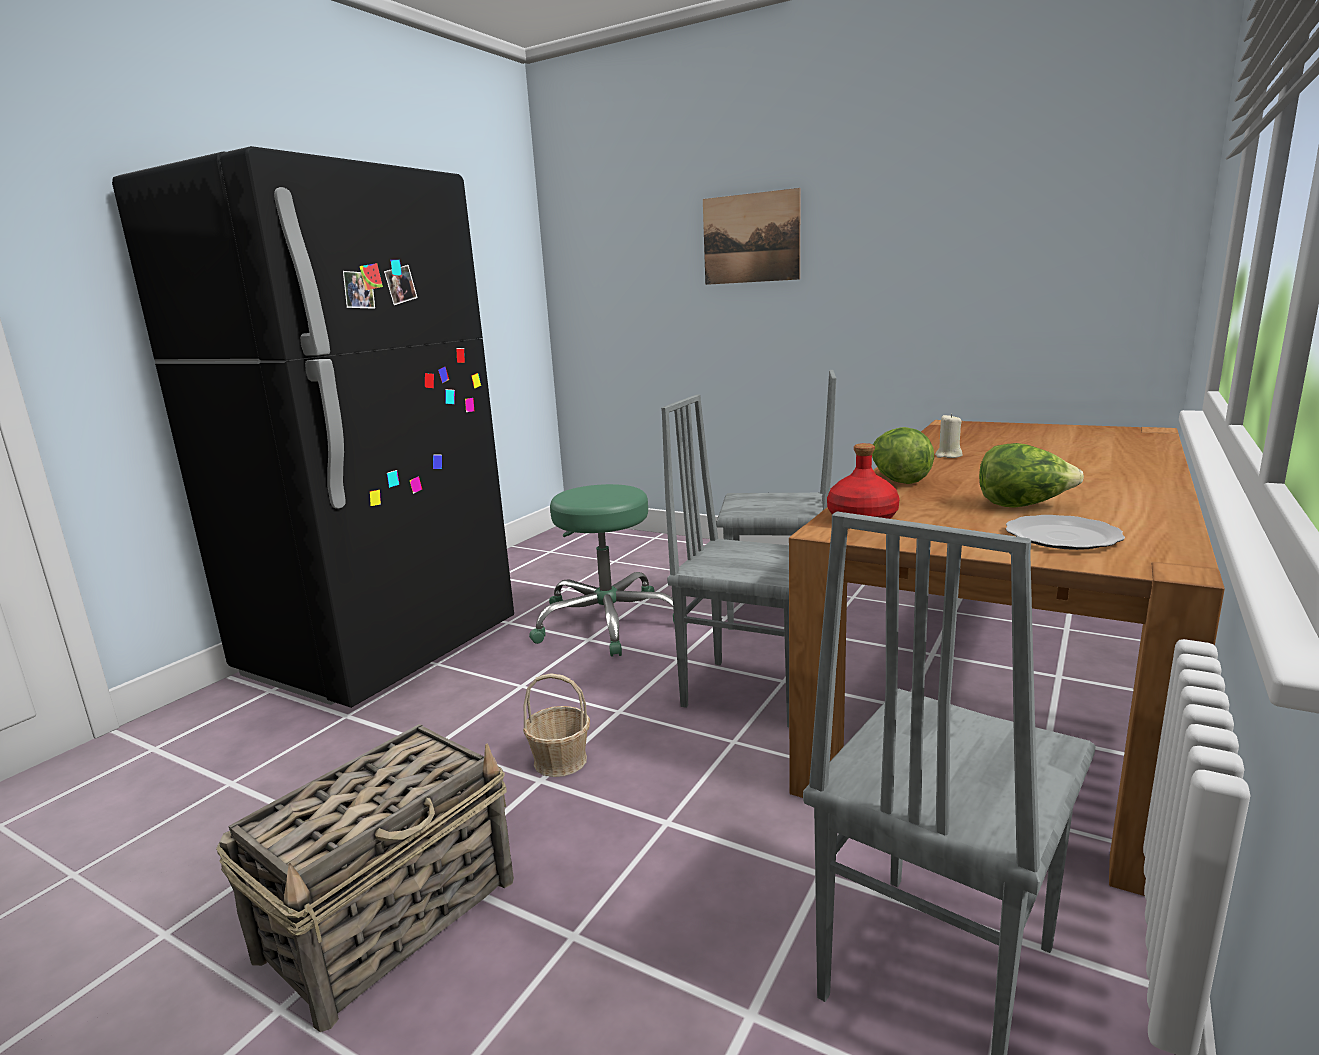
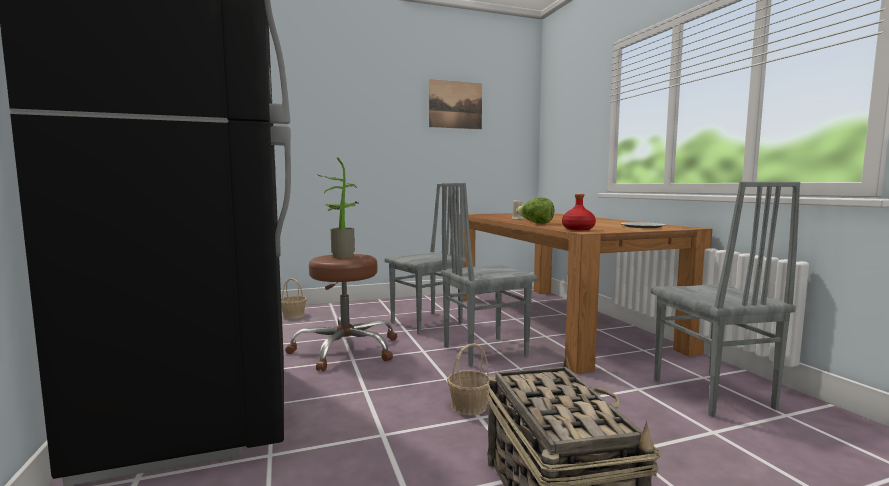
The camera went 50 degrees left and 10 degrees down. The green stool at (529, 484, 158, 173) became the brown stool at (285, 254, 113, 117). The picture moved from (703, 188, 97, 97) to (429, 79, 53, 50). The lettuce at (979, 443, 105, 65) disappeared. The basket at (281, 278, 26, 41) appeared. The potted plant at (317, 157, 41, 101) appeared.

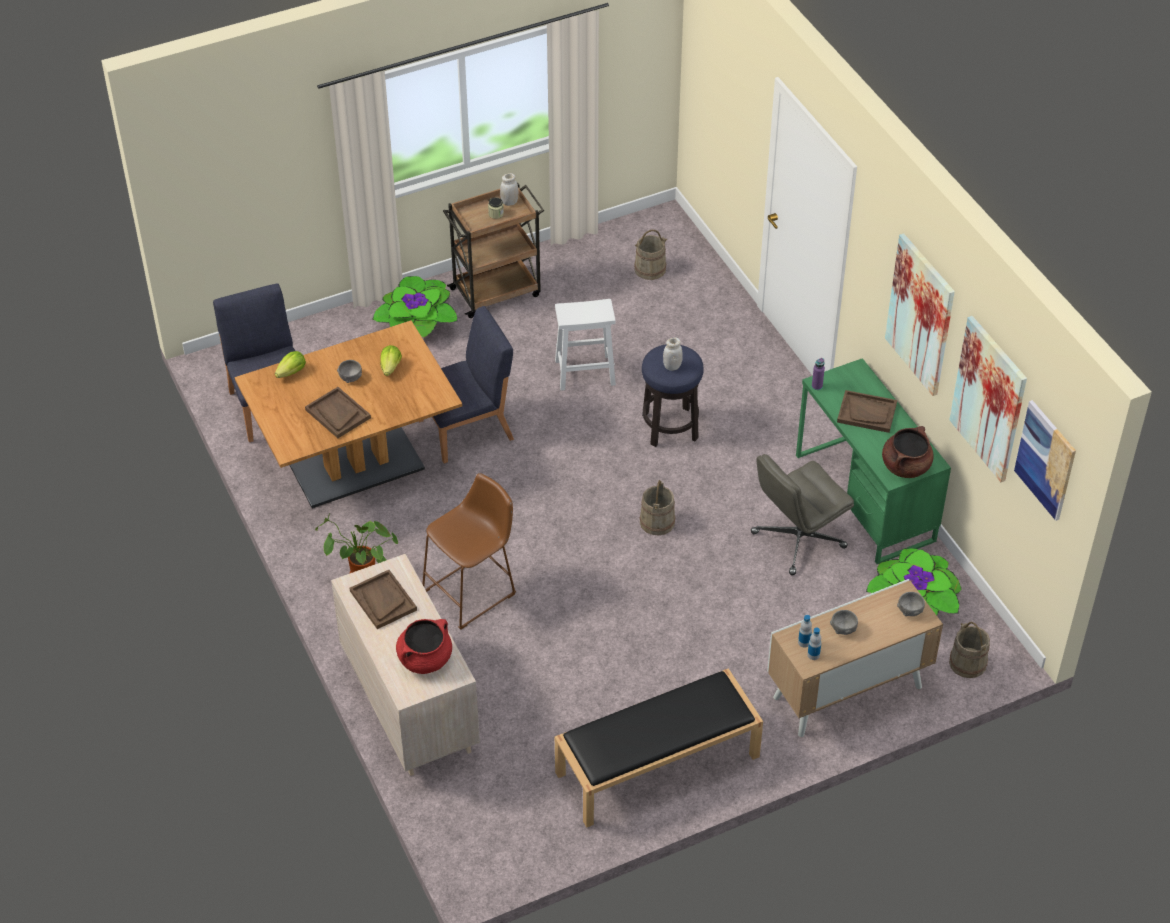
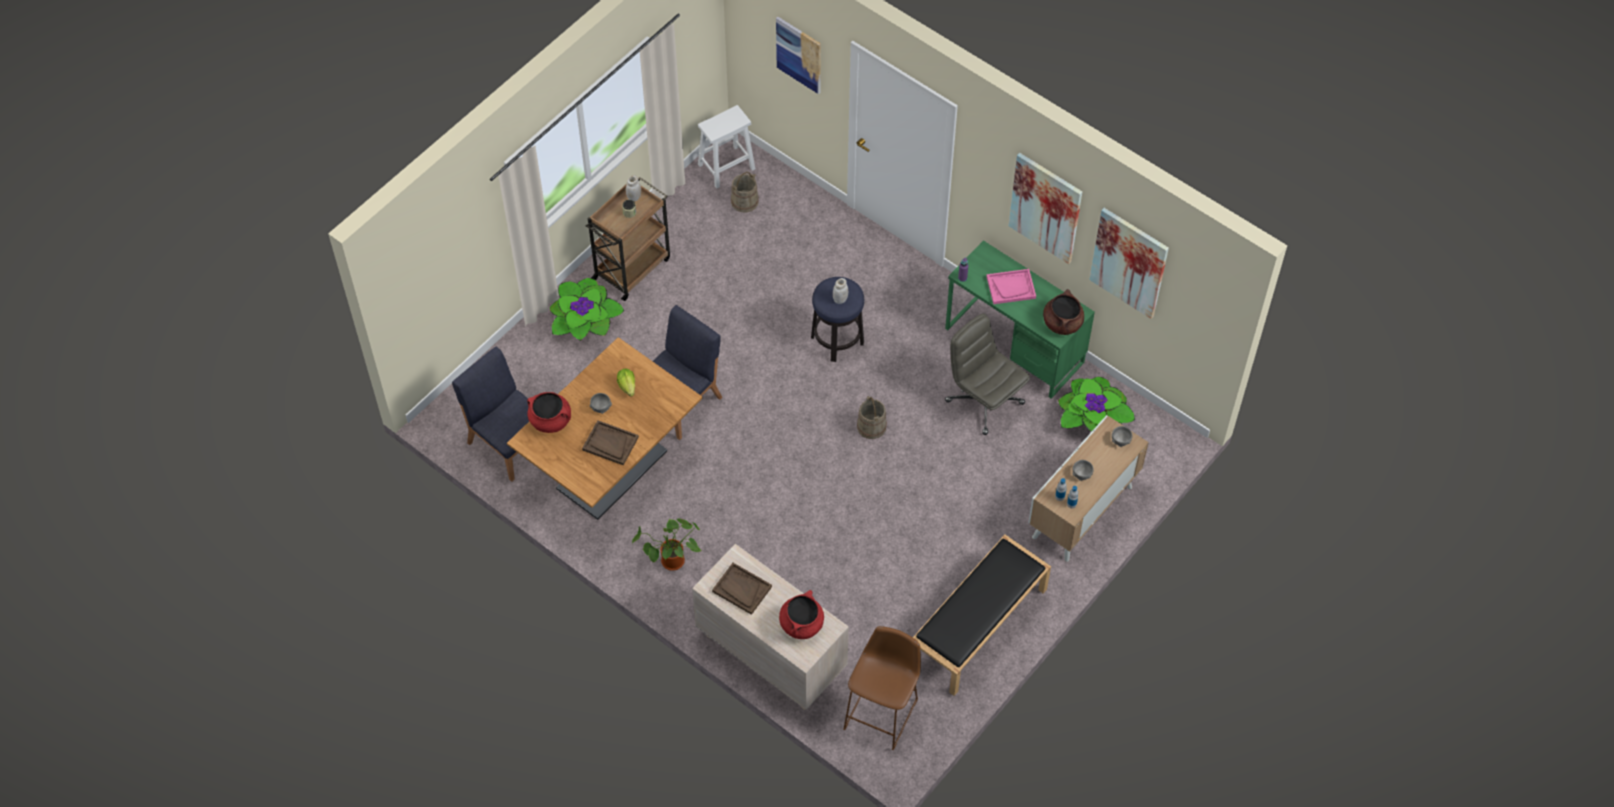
The camera went 25 degrees left and 10 degrees up. The lettuce at (275, 351, 31, 27) was replaced by the red cooking pot at (527, 392, 44, 41). The brown stool moved from (422, 473, 94, 157) to (843, 626, 78, 124). The white stool moved from (555, 299, 61, 92) to (698, 105, 57, 84). The grey office chair at (751, 454, 103, 121) turned 105 degrees clockwise. The brown tray at (837, 390, 60, 43) became the pink tray at (987, 269, 49, 35). The beige bucket at (949, 622, 41, 56) disappeared. The picture moved from (1014, 400, 62, 121) to (776, 17, 45, 77).

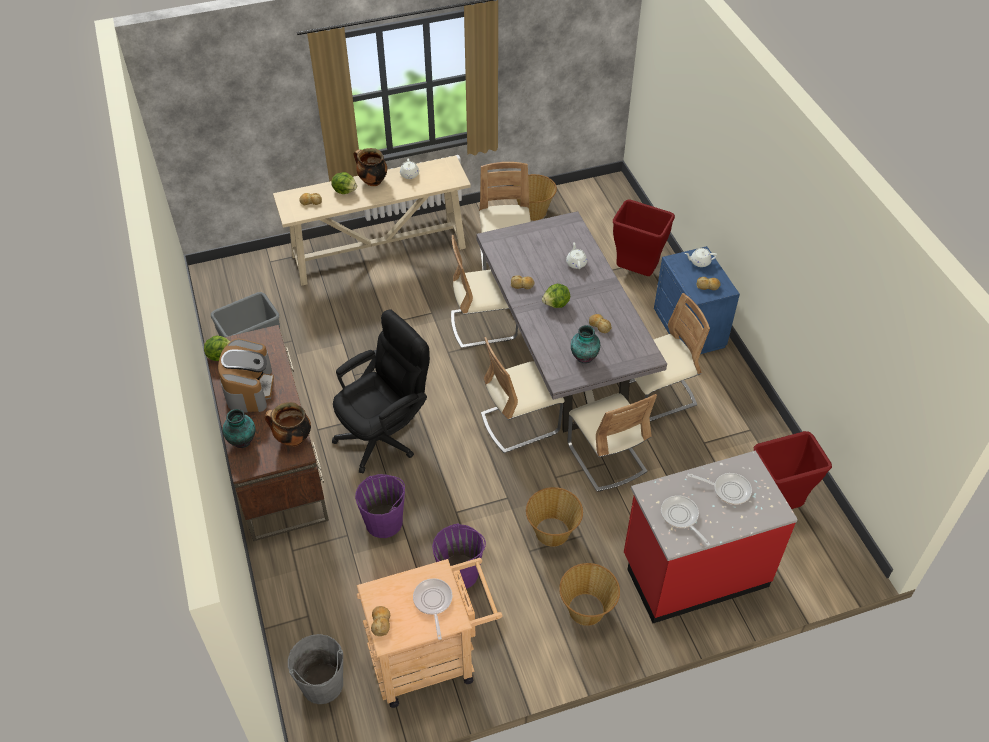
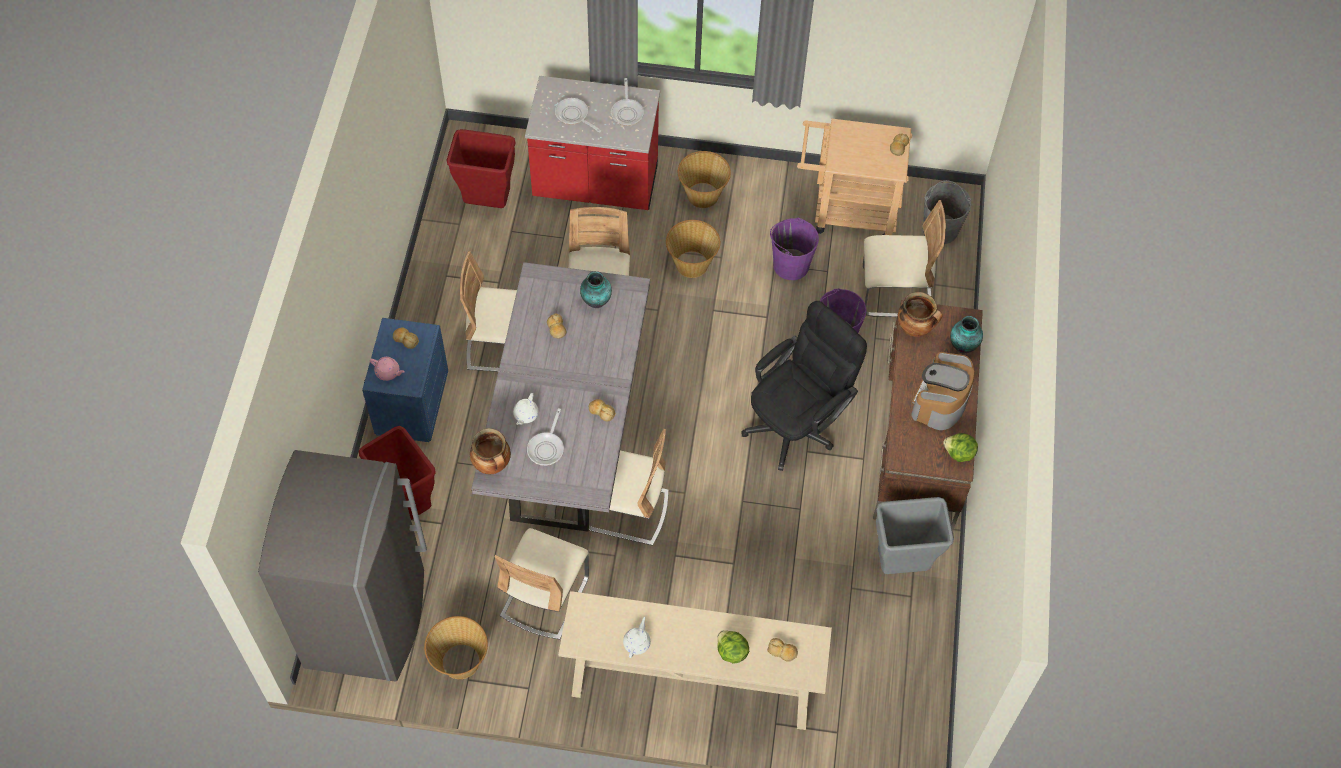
The camera went 155 degrees left and 10 degrees up. The black office chair at (332, 310, 98, 164) turned 150 degrees clockwise. The cooking pot moved from (354, 148, 33, 38) to (470, 428, 41, 47). The frying pan moved from (413, 578, 39, 62) to (527, 408, 37, 58). The beige chair moved from (481, 337, 84, 116) to (863, 200, 83, 117). The lettuce at (542, 284, 28, 24) disappeared. The white teapot at (685, 248, 32, 19) became the pink teapot at (370, 357, 35, 24). The grey fridge at (258, 450, 169, 232) appeared.

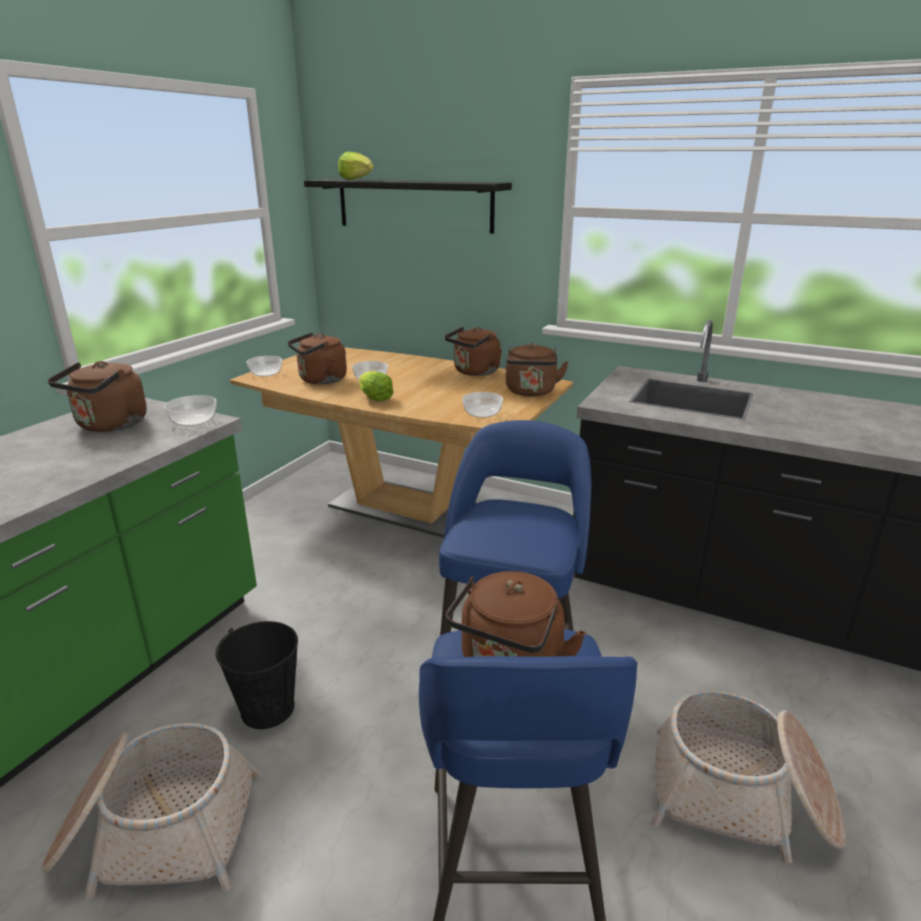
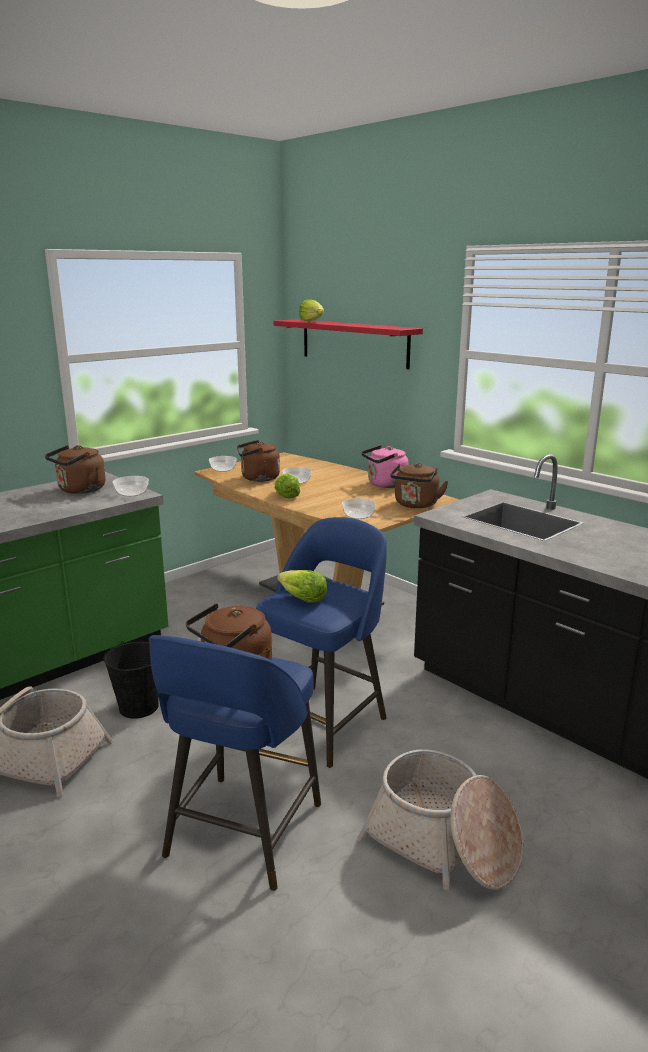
The camera went 20 degrees right and 5 degrees down. The black shelf at (304, 179, 208, 55) became the red shelf at (274, 319, 149, 50). The brown kettle at (445, 326, 57, 50) became the pink kettle at (361, 445, 48, 43). The lettuce at (277, 570, 50, 33) appeared.

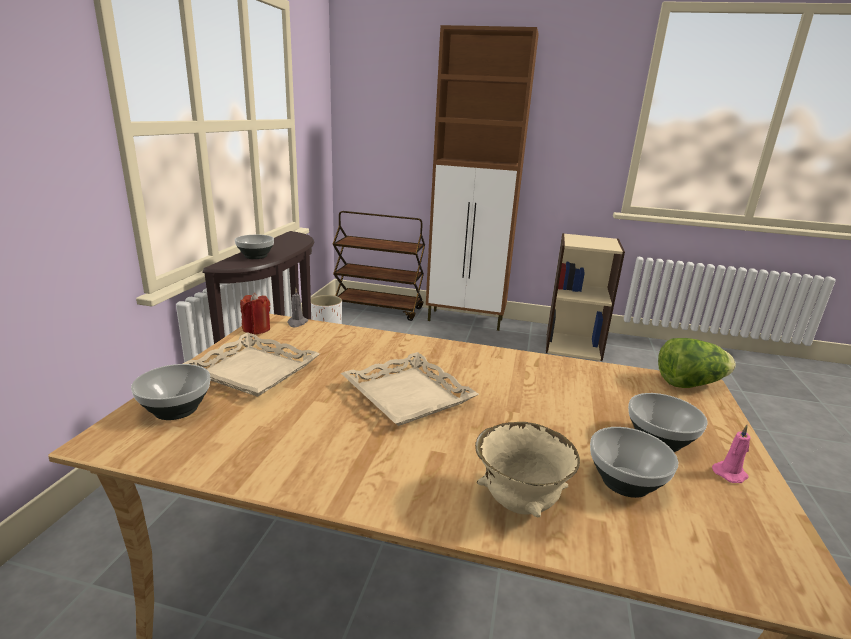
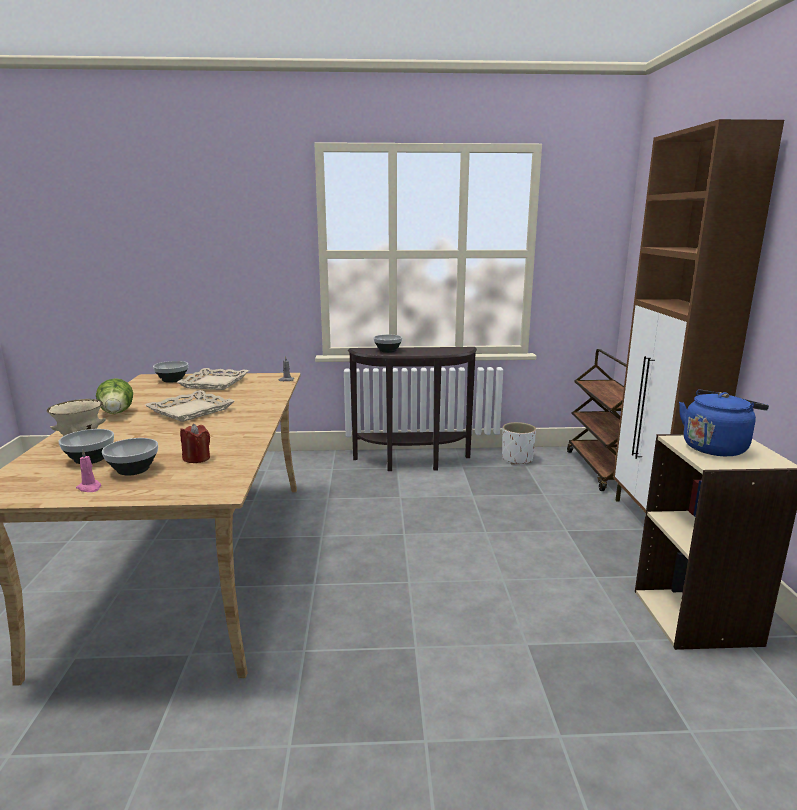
The camera went 75 degrees right and 5 degrees down. The red candle moved from (240, 293, 30, 41) to (180, 424, 30, 39). The lettuce moved from (658, 338, 78, 50) to (96, 378, 37, 36). The blue kettle at (679, 389, 90, 67) appeared.

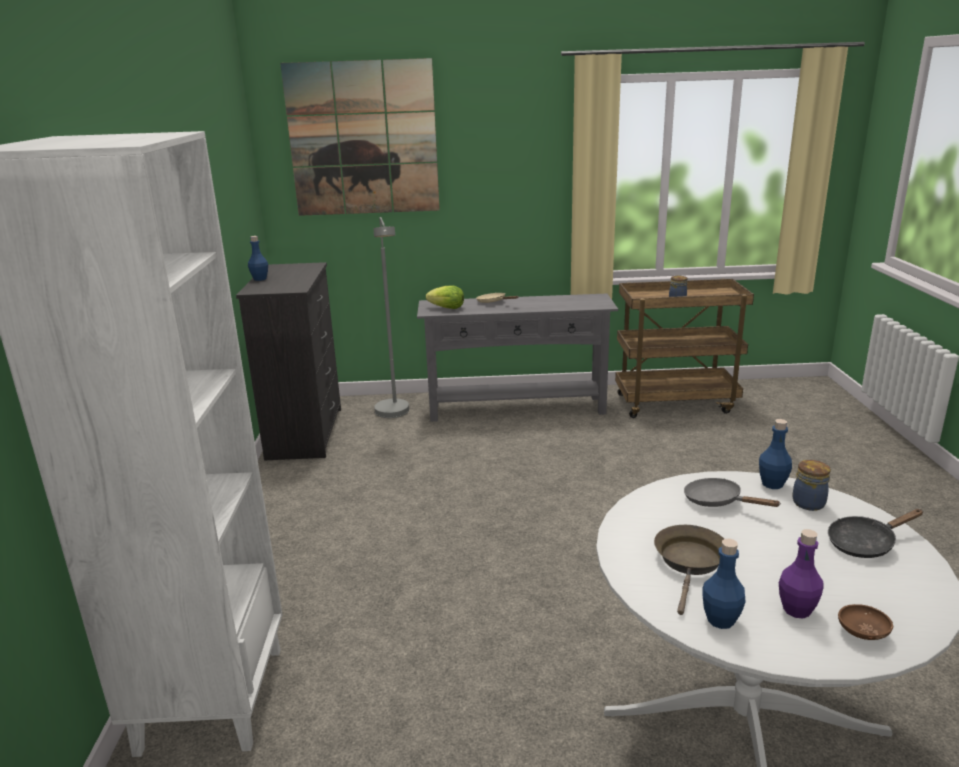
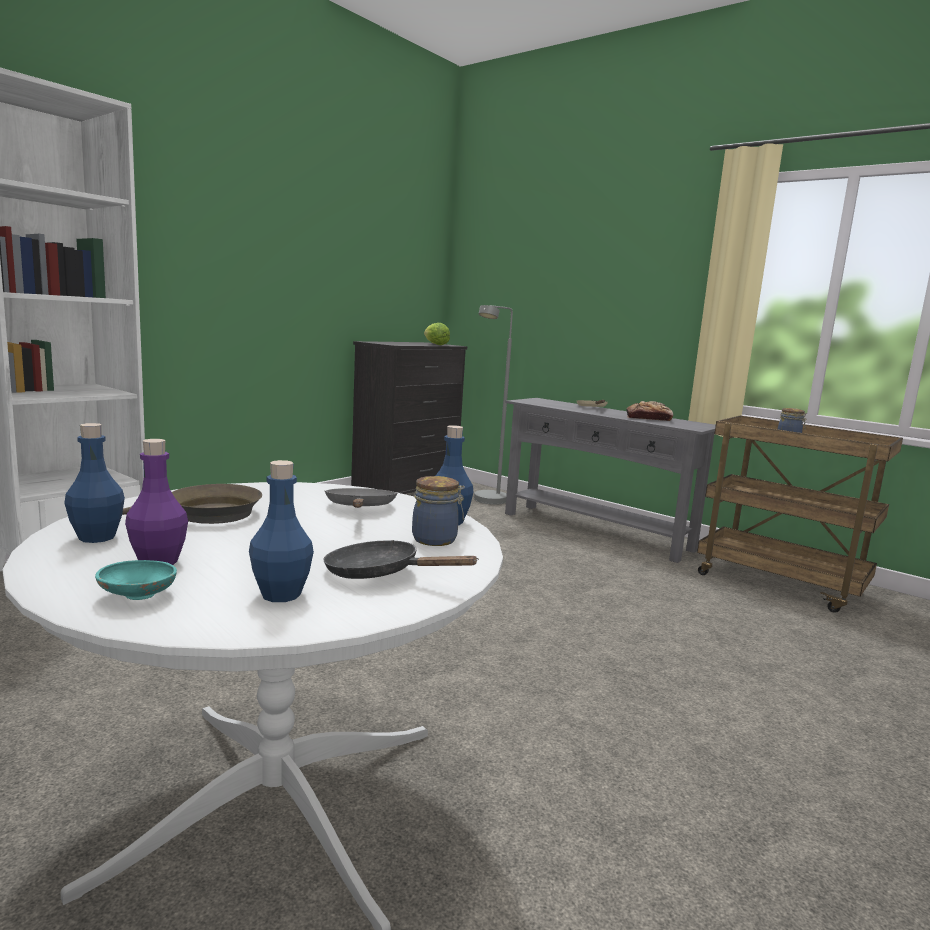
The camera went 40 degrees right and 10 degrees down. The blue bottle moved from (248, 236, 20, 45) to (249, 460, 65, 142). The picture at (280, 58, 160, 158) disappeared. The lettuce moved from (426, 286, 38, 23) to (424, 323, 26, 22). The brown bowl at (838, 604, 55, 36) became the turquoise bowl at (95, 560, 82, 40). The bread at (627, 401, 46, 20) appeared.

